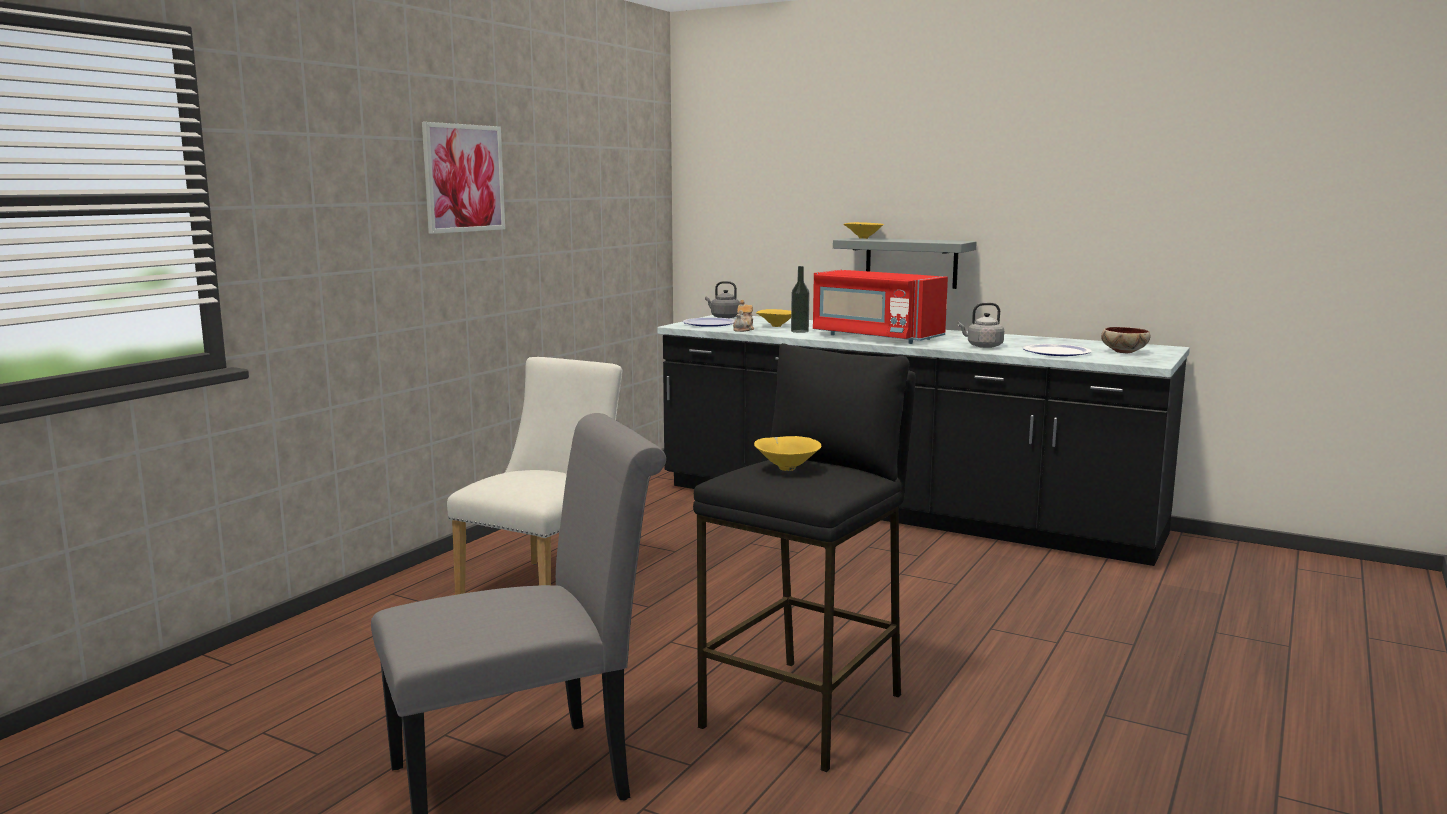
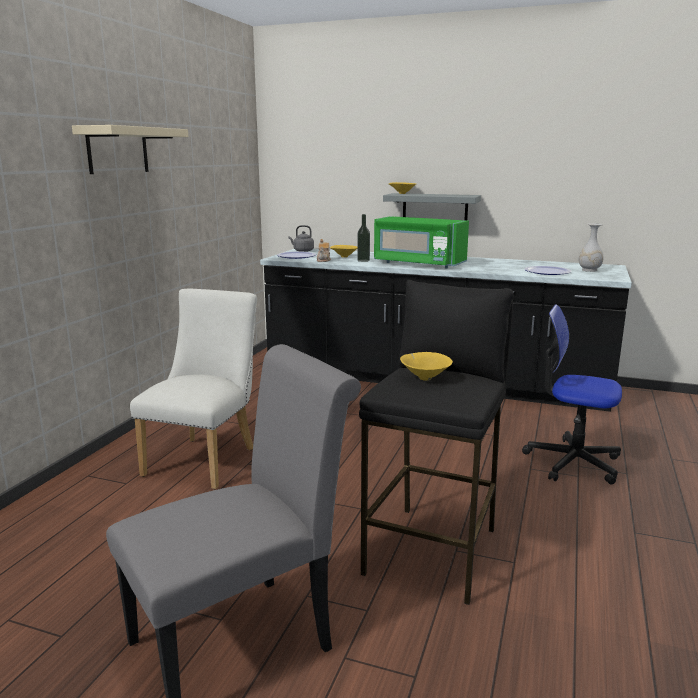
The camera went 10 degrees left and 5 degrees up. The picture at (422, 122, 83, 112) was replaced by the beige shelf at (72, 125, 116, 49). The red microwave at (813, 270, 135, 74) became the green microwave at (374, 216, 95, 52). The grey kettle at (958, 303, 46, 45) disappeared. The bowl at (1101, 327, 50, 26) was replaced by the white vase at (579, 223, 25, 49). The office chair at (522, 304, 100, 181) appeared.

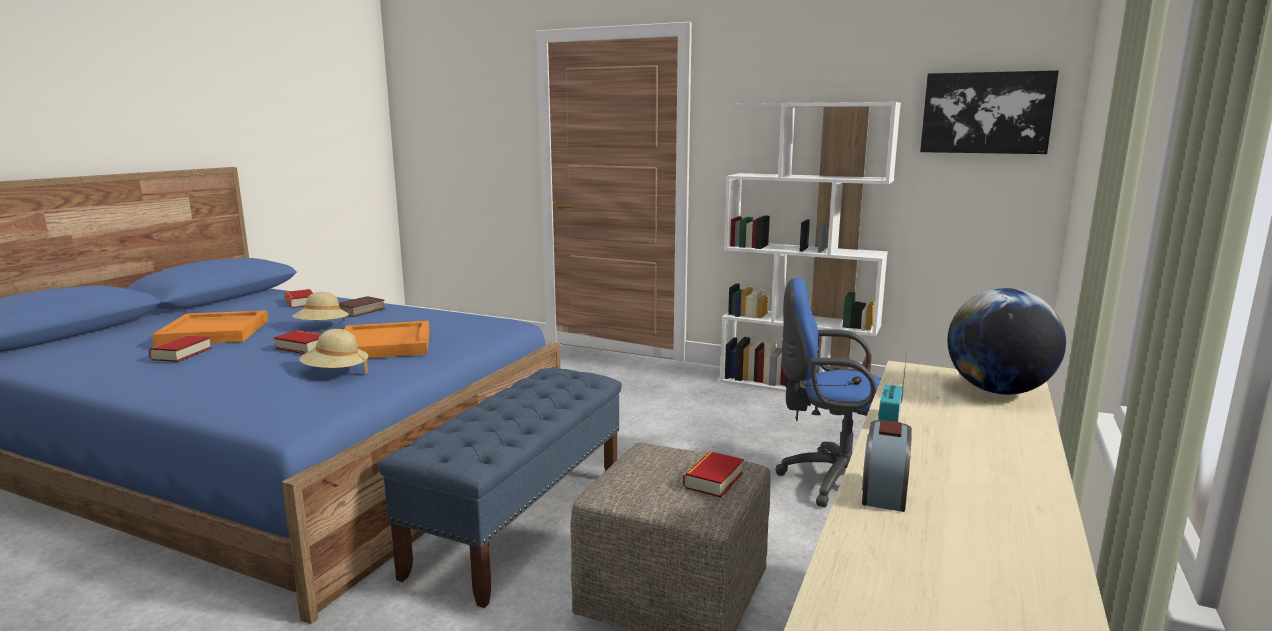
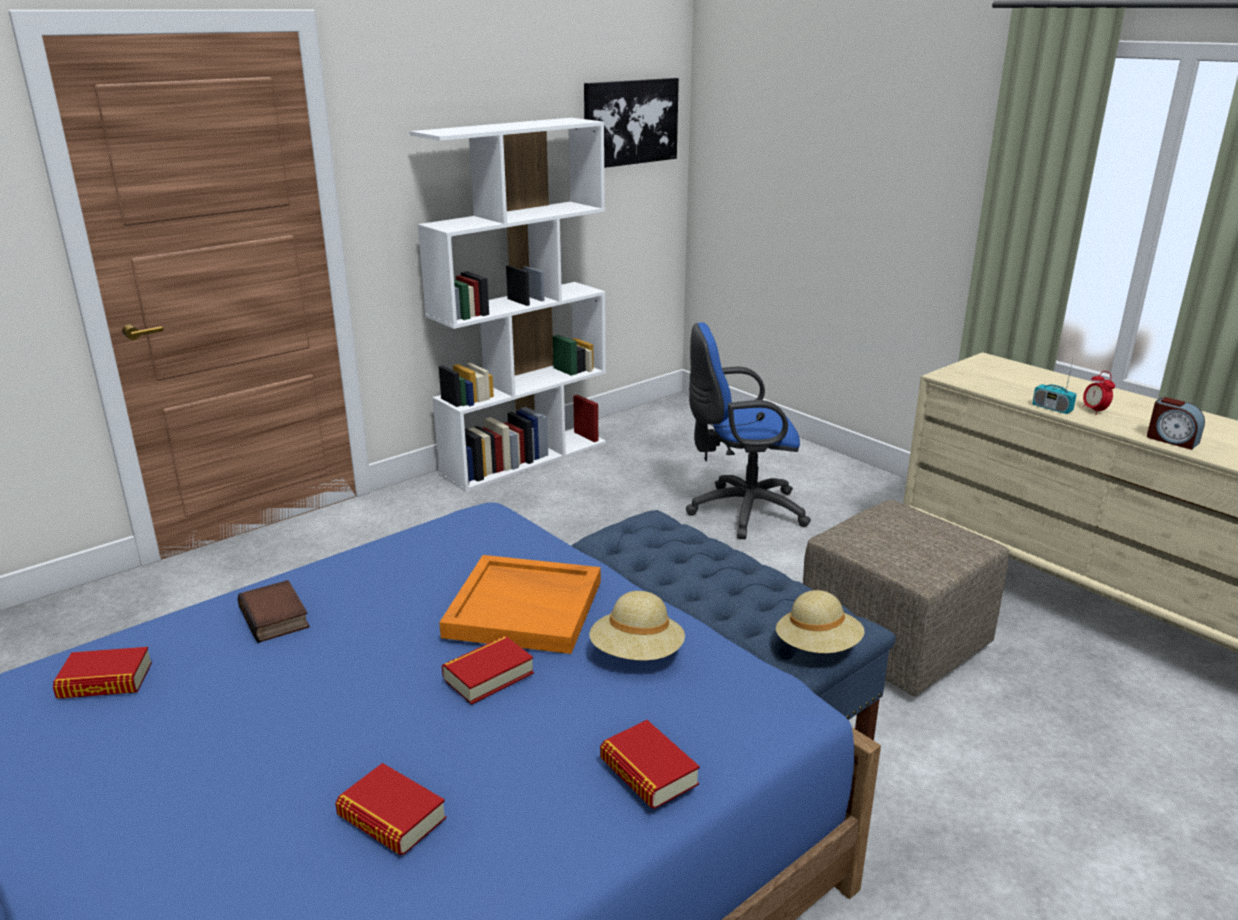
The camera went 65 degrees left and 10 degrees up. The orange tray at (152, 310, 116, 36) disappeared. The beige hat moved from (292, 292, 57, 30) to (776, 590, 89, 63). The book moved from (683, 451, 61, 46) to (600, 720, 100, 89). The blue office chair at (775, 278, 106, 230) turned 45 degrees clockwise. The globe at (948, 288, 118, 107) disappeared. The alarm clock at (1082, 371, 33, 44) appeared.

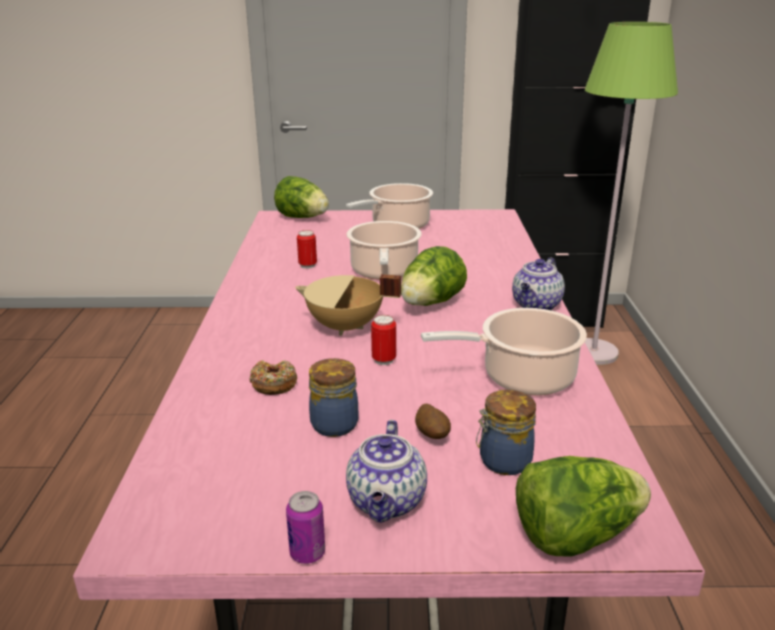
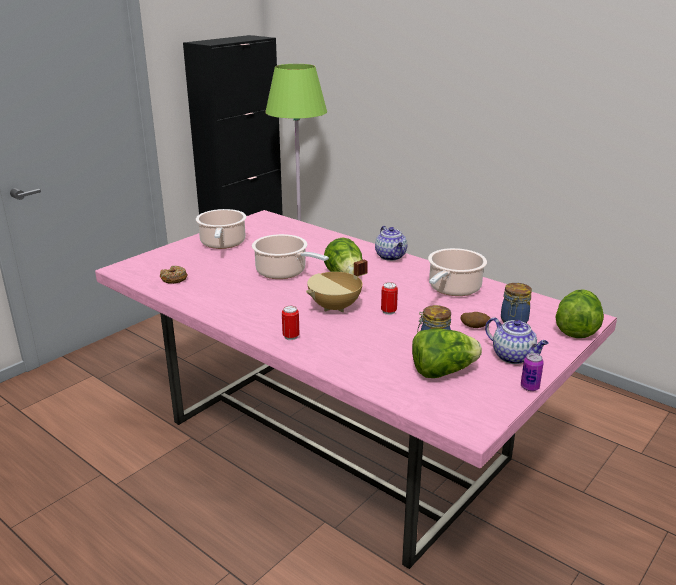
The camera went 50 degrees left and 0 degrees up. The donut moved from (250, 360, 47, 35) to (160, 265, 27, 19). The lettuce moved from (274, 176, 55, 42) to (412, 329, 70, 49). The can moved from (297, 230, 20, 39) to (282, 306, 17, 34).

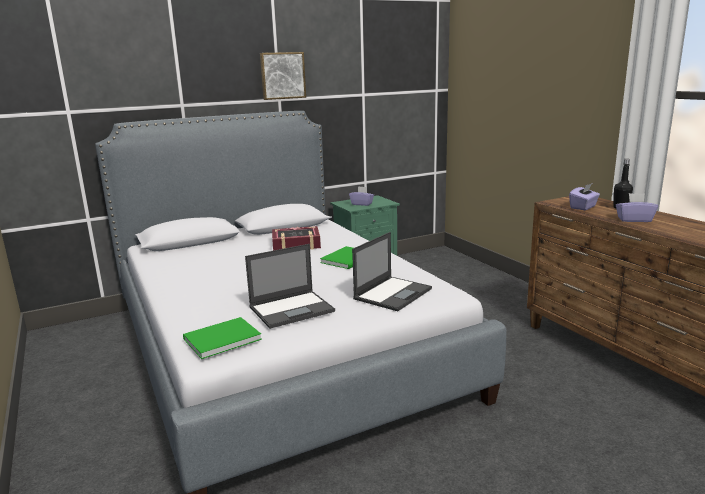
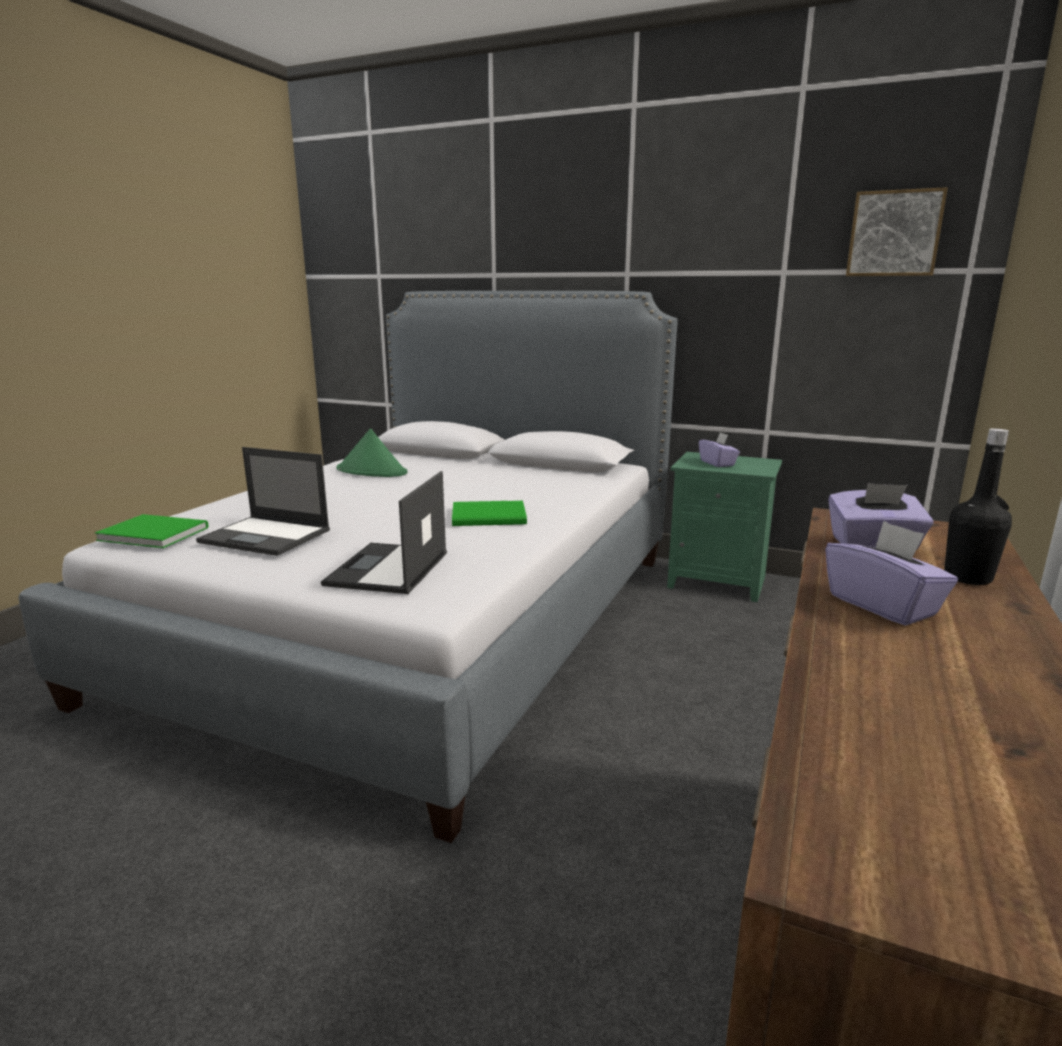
The camera went 50 degrees right and 0 degrees up. The picture moved from (260, 52, 46, 48) to (846, 187, 102, 89). The book at (272, 226, 49, 25) disappeared. The laptop at (352, 232, 80, 79) turned 105 degrees clockwise. The green hat at (336, 429, 71, 48) appeared.

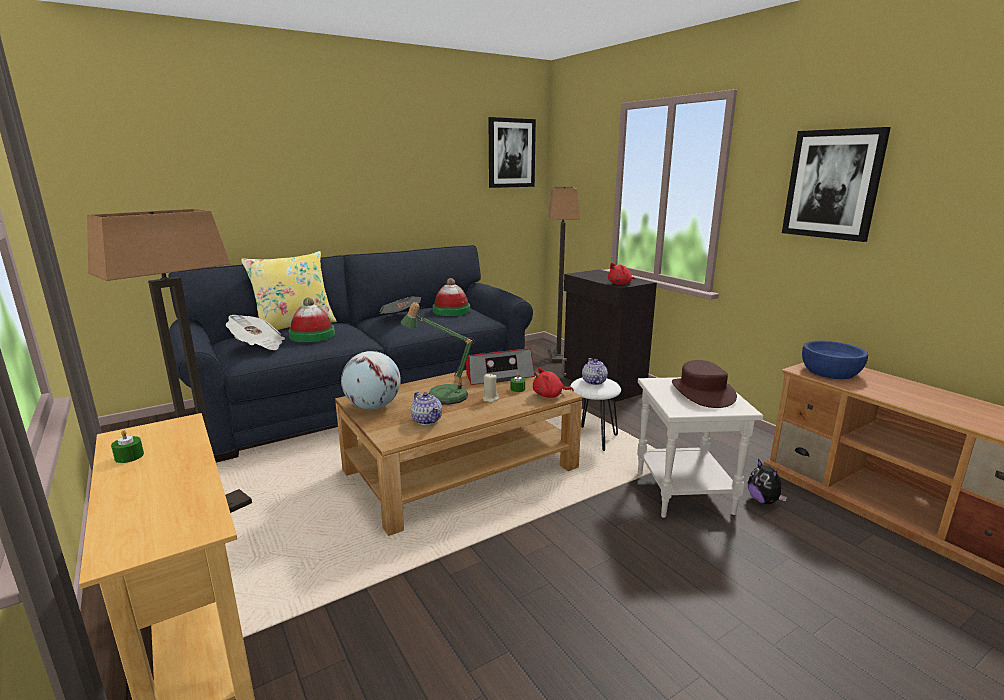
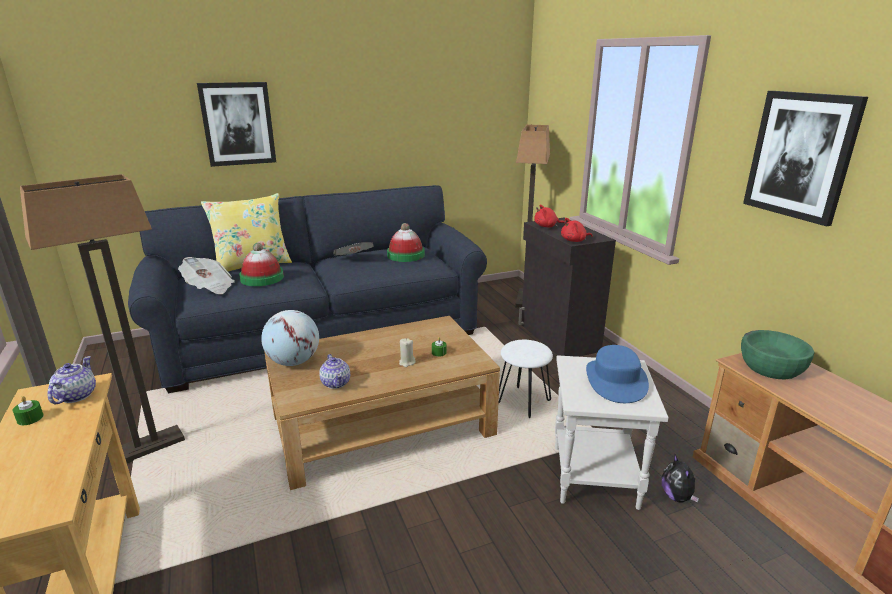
The camera went 10 degrees right and 5 degrees up. The table lamp at (401, 302, 74, 103) disappeared. The radio at (466, 348, 69, 37) disappeared. The picture moved from (489, 117, 47, 71) to (197, 82, 79, 85). The red plush toy moved from (533, 367, 41, 31) to (534, 204, 31, 23). The teapot moved from (582, 358, 26, 27) to (47, 356, 49, 48). The brown hat at (672, 360, 65, 48) became the blue hat at (586, 345, 63, 58). The blue bowl at (802, 340, 66, 39) became the green bowl at (741, 330, 73, 49).

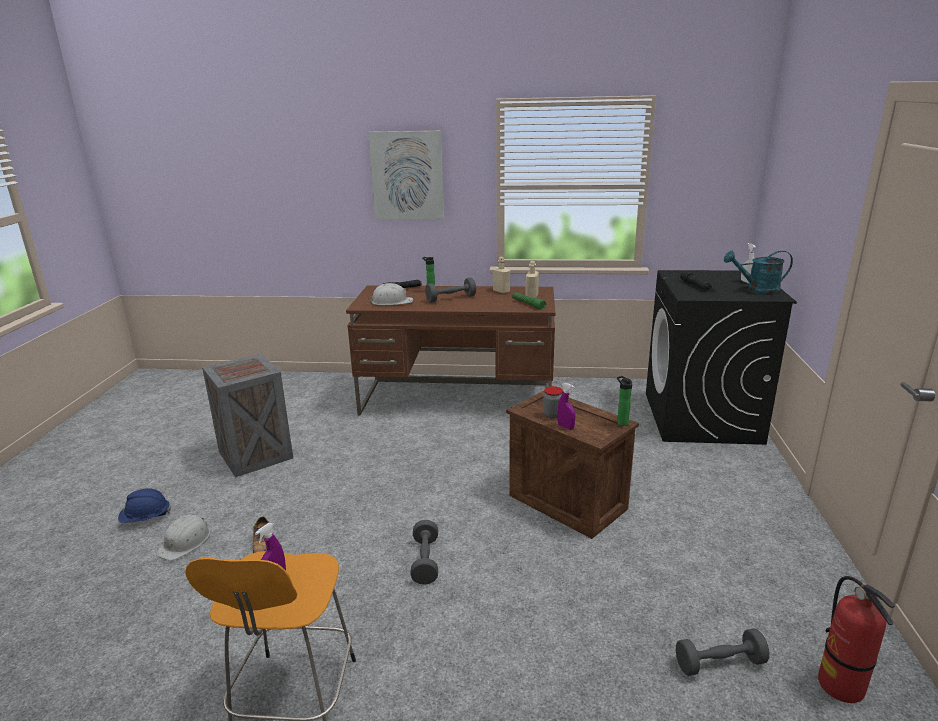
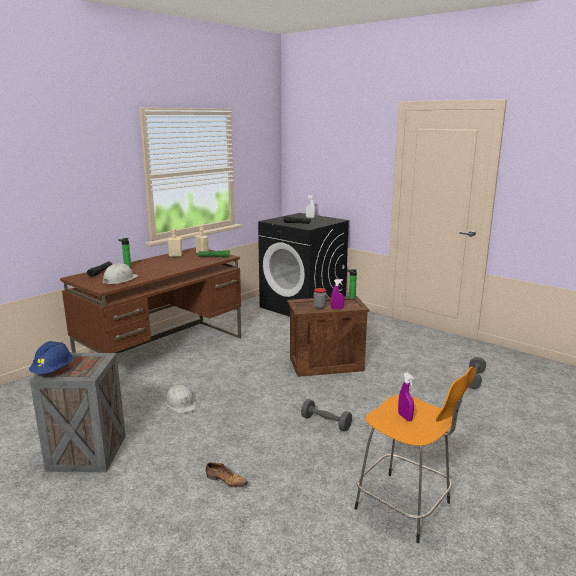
The camera went 55 degrees left and 5 degrees down. The blue hard hat moved from (118, 488, 53, 35) to (29, 341, 44, 33). The white hard hat moved from (156, 515, 54, 46) to (165, 385, 31, 28). The picture at (368, 131, 76, 88) disappeared. The grey dumbbell at (425, 278, 51, 25) disappeared. The turquoise watering can at (724, 251, 69, 44) disappeared. The fire extinguisher at (818, 576, 77, 127) disappeared.

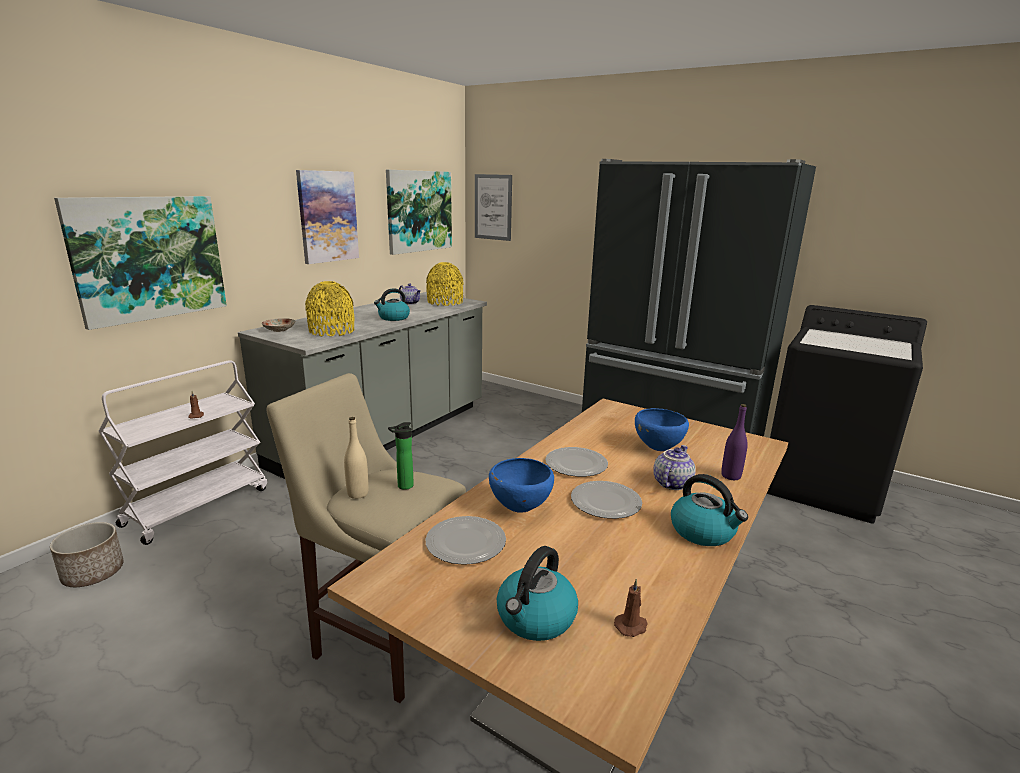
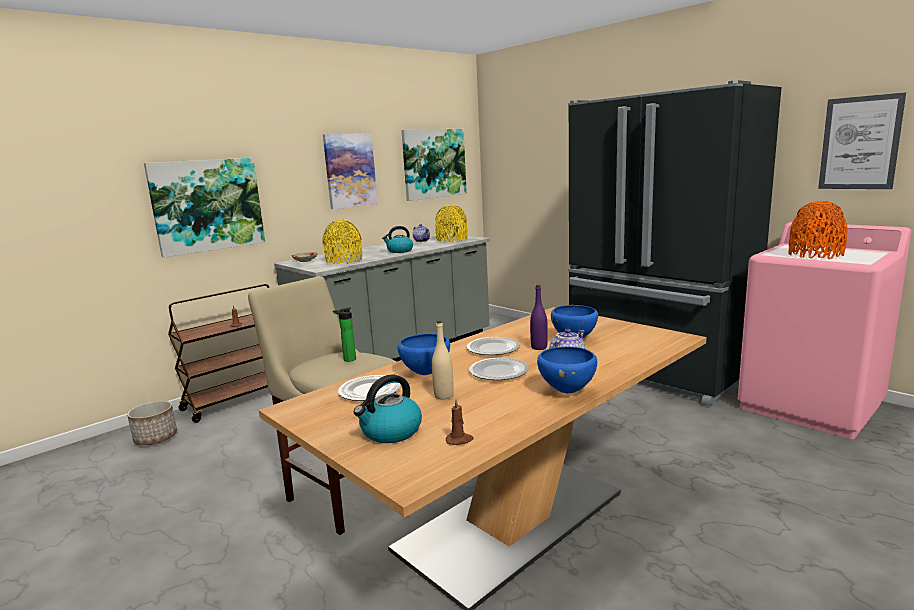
The camera went 15 degrees right and 5 degrees down. The white cart at (99, 360, 168, 185) became the brown cart at (168, 284, 101, 139). The beige bottle moved from (344, 417, 25, 82) to (432, 321, 22, 79). The picture moved from (475, 174, 37, 67) to (818, 92, 88, 97). The kettle at (671, 474, 77, 72) was replaced by the blue bowl at (537, 346, 60, 47). The purple bottle moved from (721, 404, 27, 76) to (530, 285, 18, 65). The black washing machine at (766, 305, 161, 219) became the pink washing machine at (738, 222, 174, 217). The orange vase at (788, 201, 59, 58) appeared.

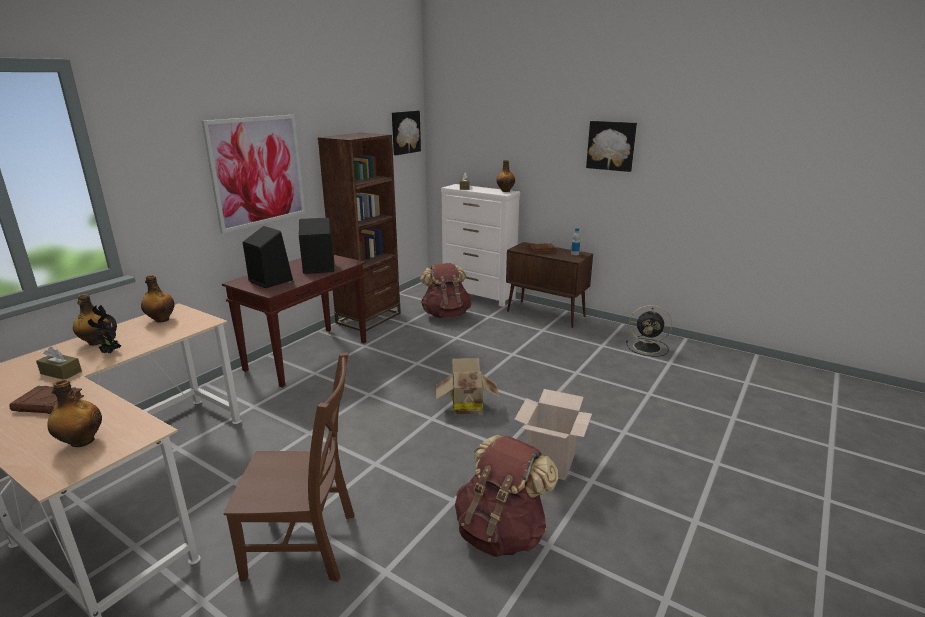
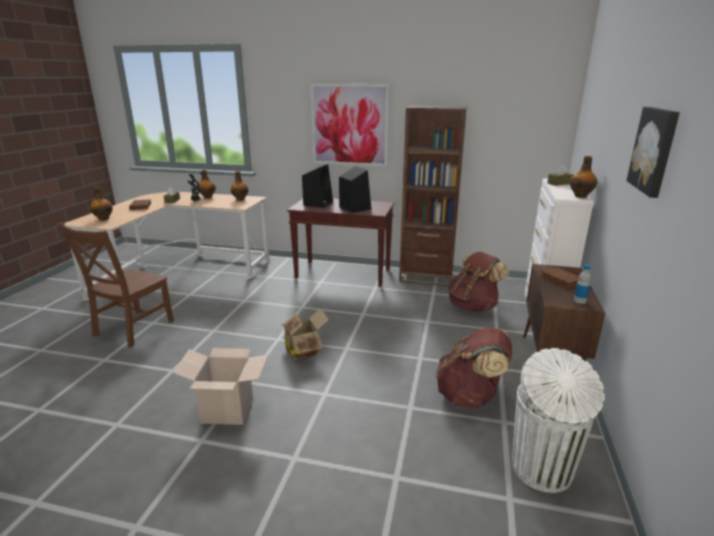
The camera went 70 degrees right and 0 degrees up. The brown chair at (224, 352, 130, 230) turned 45 degrees clockwise. The picture at (392, 111, 29, 44) disappeared. The brown backpack moved from (455, 435, 103, 122) to (436, 327, 76, 82). The black fan at (626, 305, 46, 52) was replaced by the white trash can at (512, 348, 93, 145).

